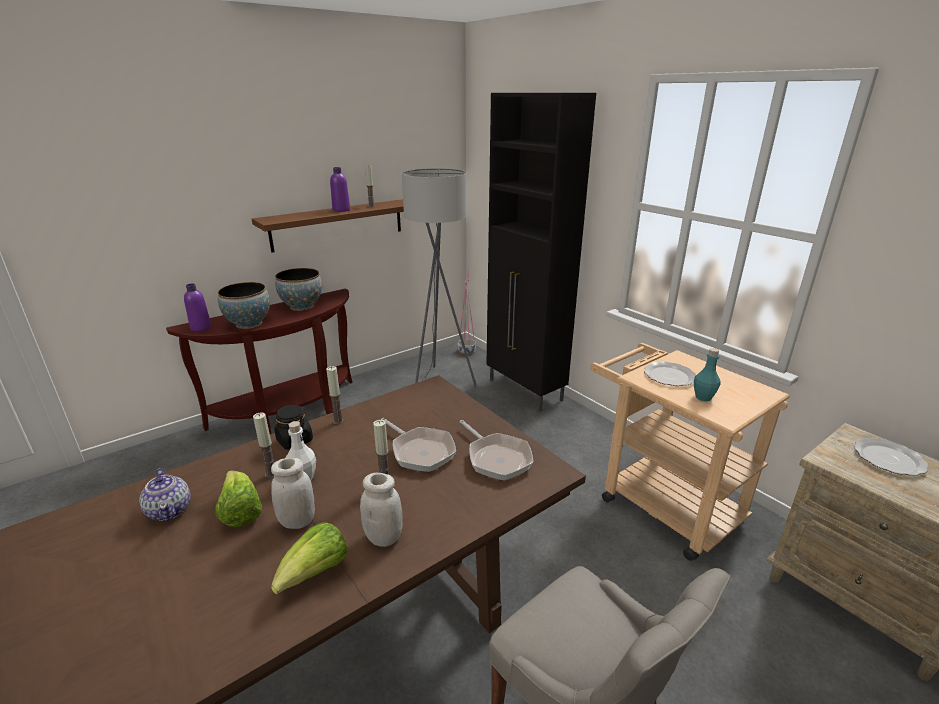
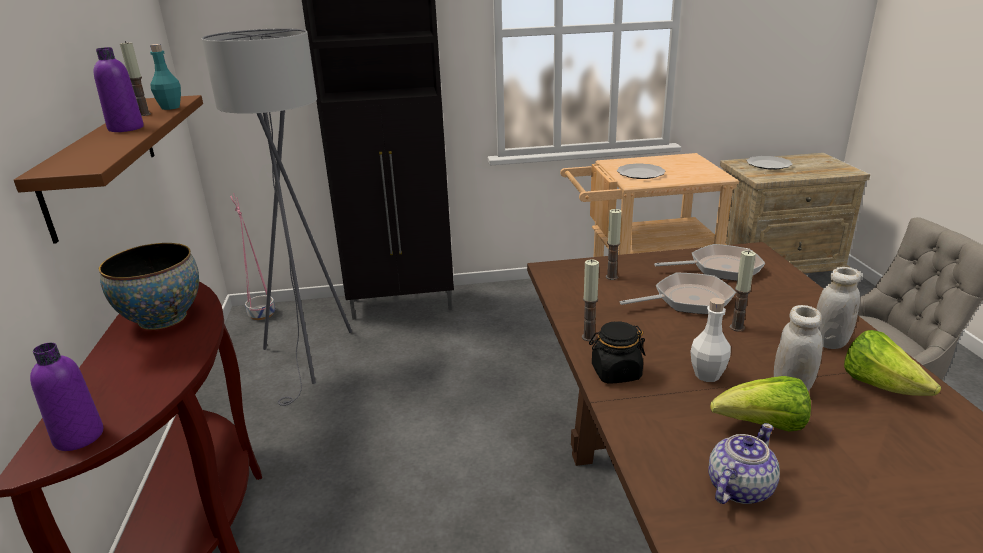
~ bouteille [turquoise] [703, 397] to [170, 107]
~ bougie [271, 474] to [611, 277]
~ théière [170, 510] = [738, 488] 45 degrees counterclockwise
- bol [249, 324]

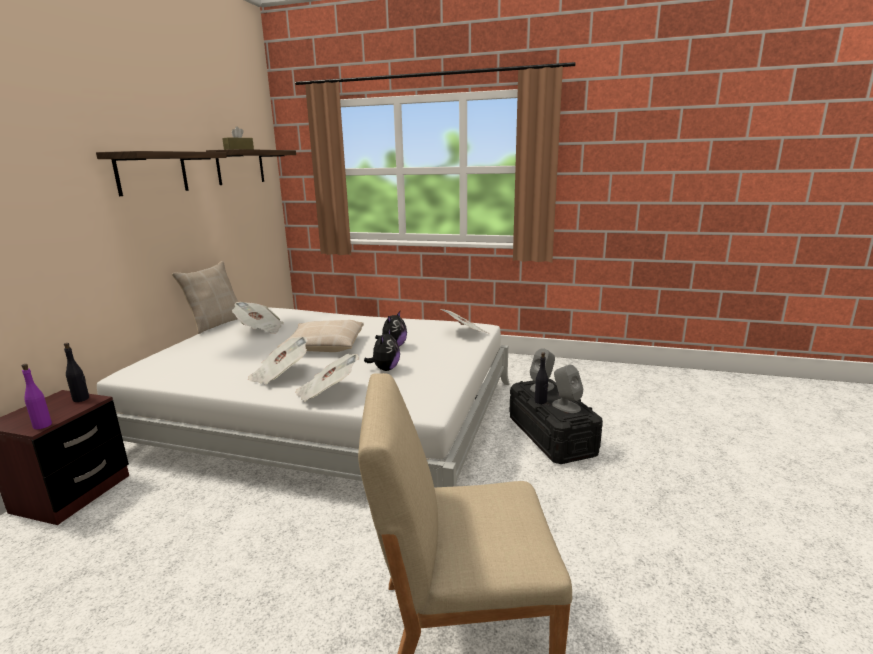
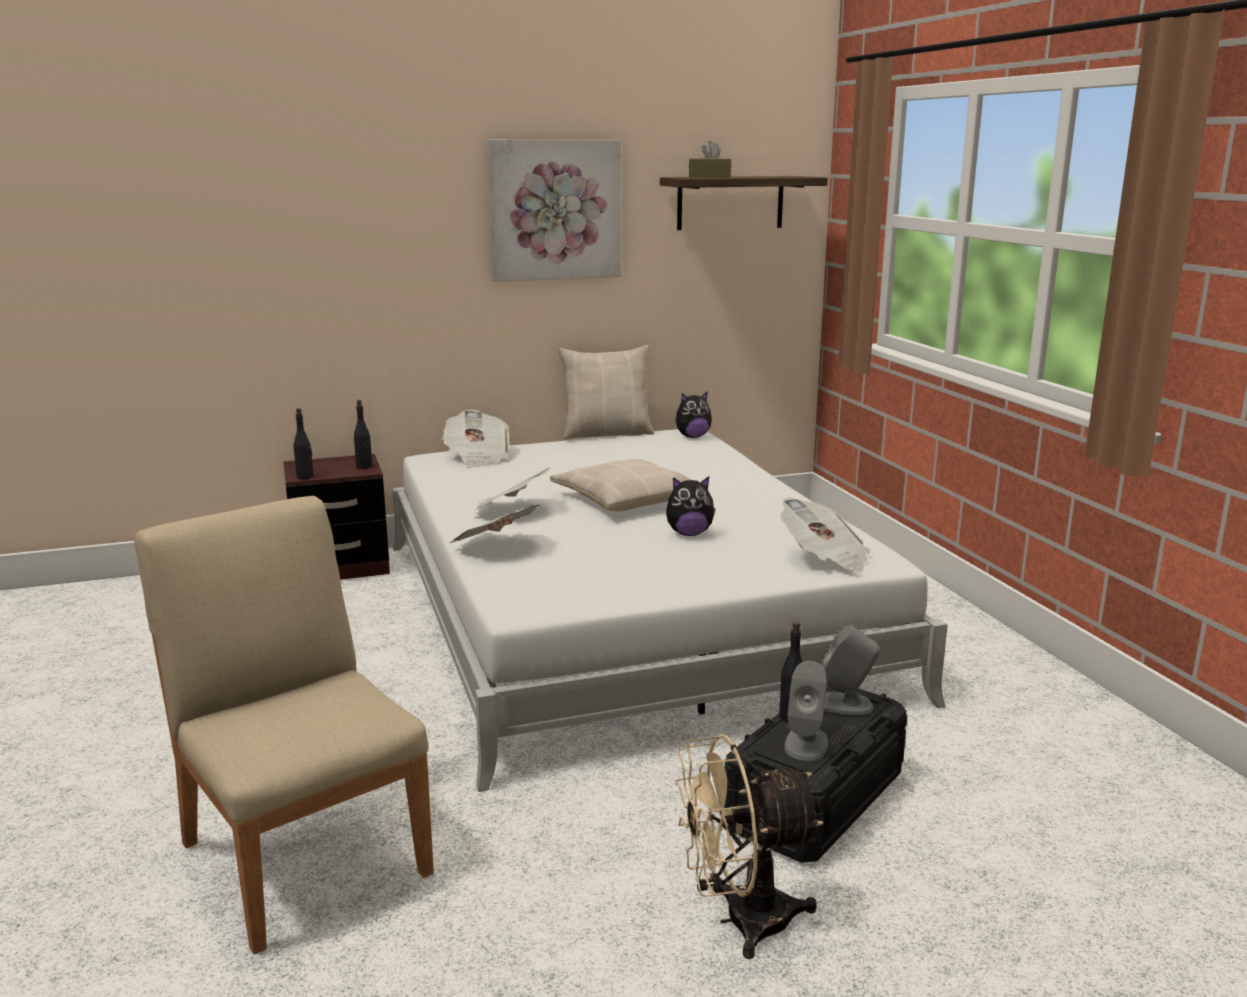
~ bouteille [violet] [42, 425] to bouteille [noir] [305, 477]
~ journal [260, 329] to [477, 457]
~ étagère [152, 173] to tableau [554, 210]
+ ventilateur [beige] [740, 920]
~ peluche [385, 369] to [692, 437]

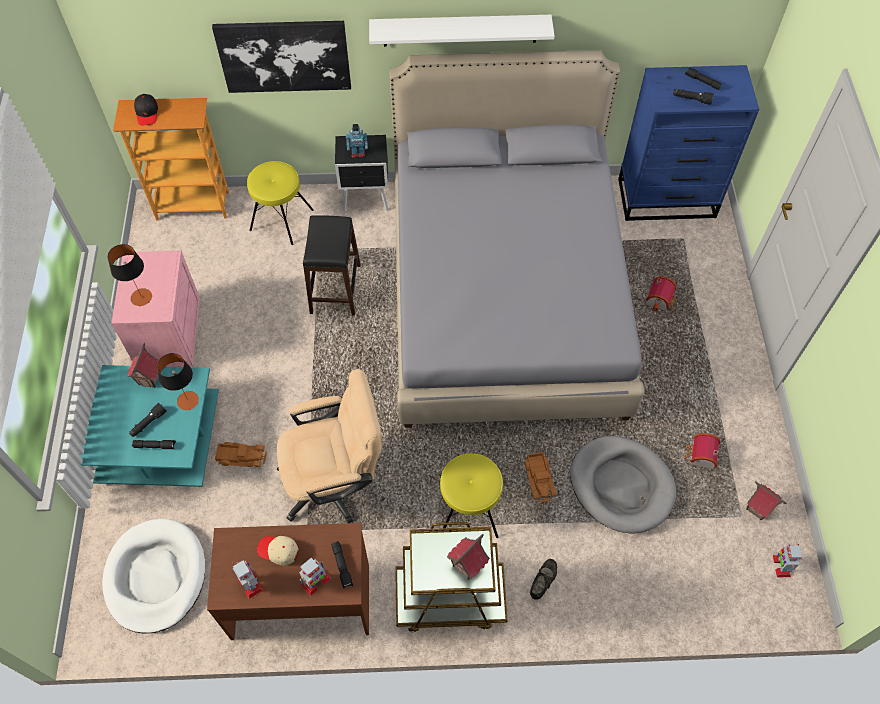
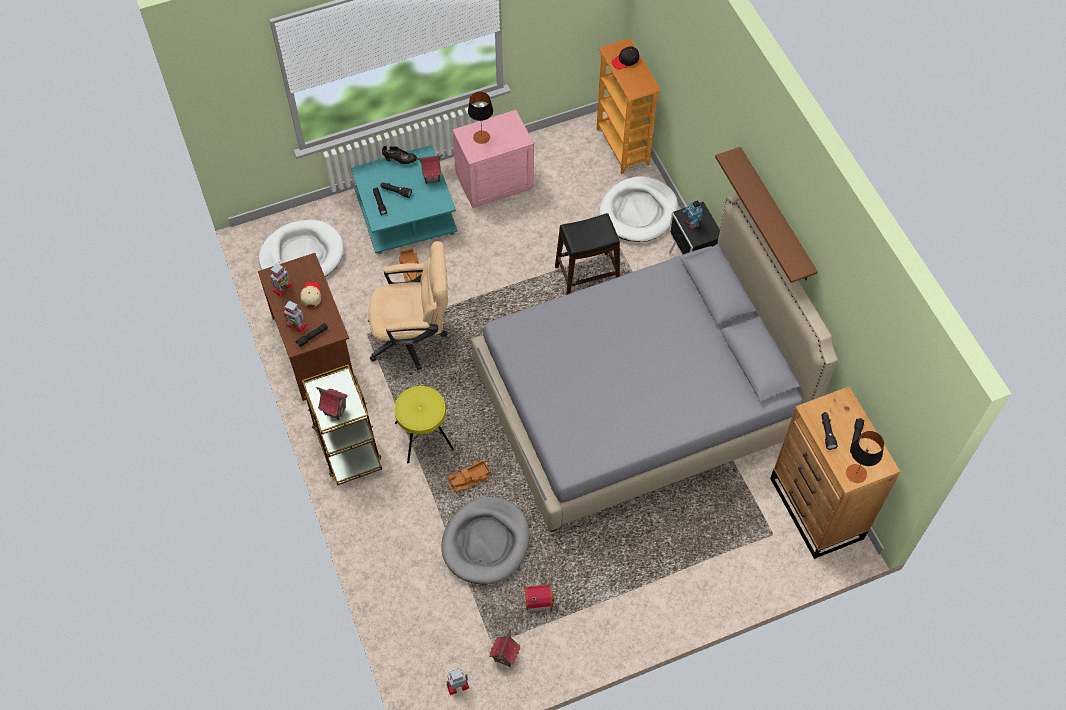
~ chaise de bureau [beige] [336, 481] = [414, 338] 60 degrees counterclockwise
~ chaussure [noir] [542, 582] to [400, 160]
~ tabouret [jaune] [281, 219] to panier pour chien [blanc] [638, 212]
~ étagère [blanc] [460, 30] to étagère [marron] [775, 216]
~ commode [bleu] [667, 198] to commode [marron] [816, 509]
~ lampe de table [188, 400] to [856, 474]
- tableau [284, 56]
- maison miniature [660, 300]

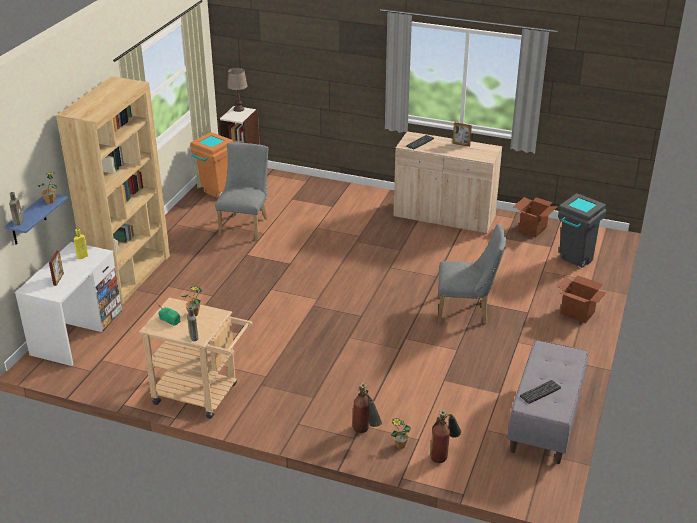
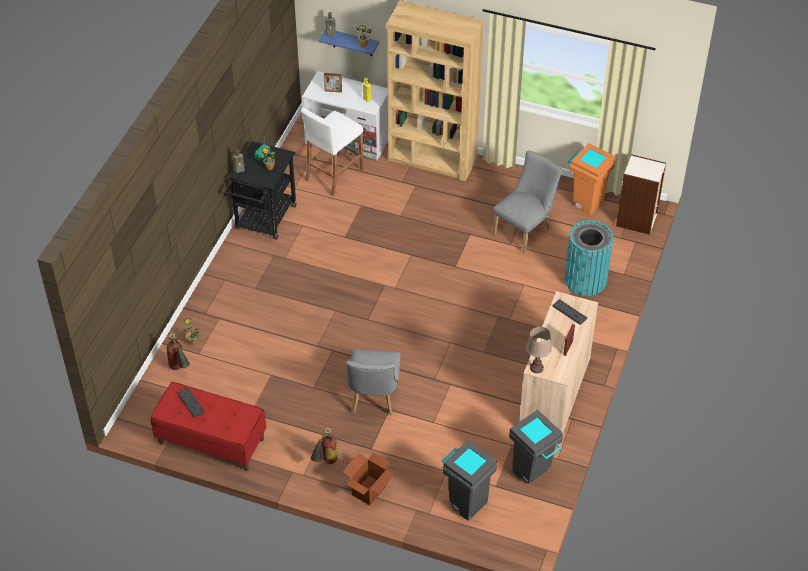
~ banc [gris] [545, 421] to banc [rouge] [211, 441]
~ chariot [beige] [202, 395] to chariot [noir] [263, 221]
+ tabouret [blanc] [334, 174]
~ extincteur [365, 432] to [325, 462]
~ chaise [gris] [246, 225] = [525, 230] 60 degrees counterclockwise
~ carton [532, 229] to poubelle [gris] [533, 473]
~ lampe de table [marron] [239, 109] to [536, 368]
+ poubelle [turquoise] [585, 280]

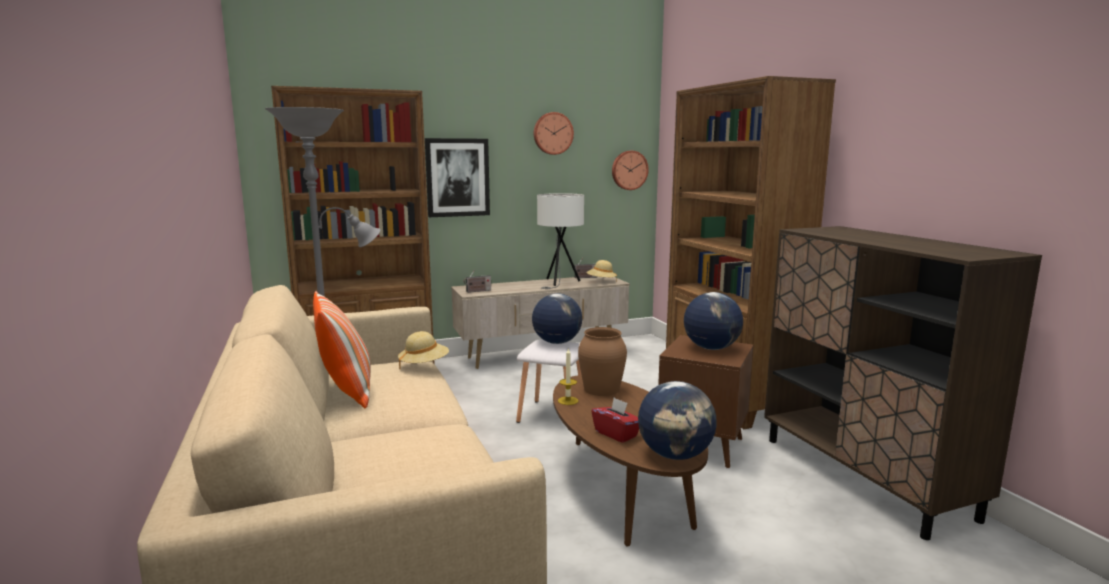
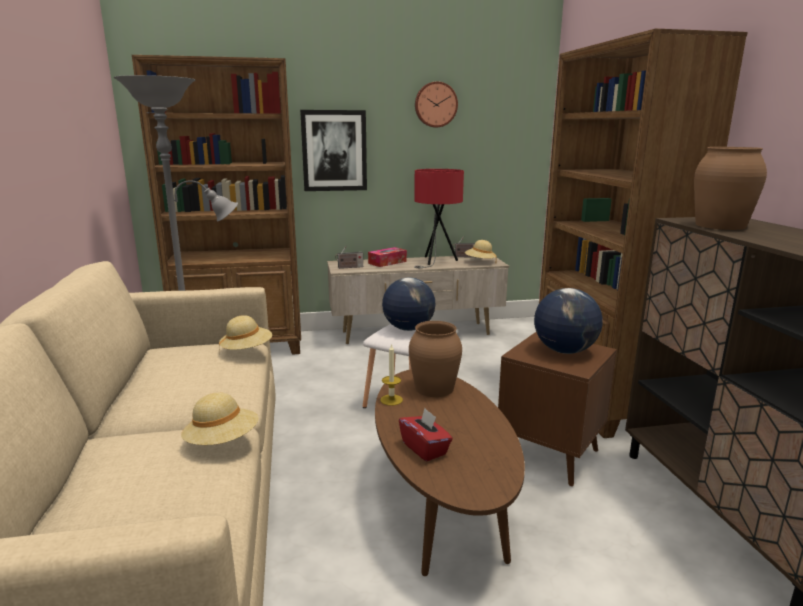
+ chapeau [beige] [222, 442]
+ boîte à mouchoirs [387, 262]
~ lampe de table [blanc] [559, 283] to lampe de table [rouge] [435, 262]
+ vase [marron] [720, 225]
- coussin [346, 392]
- horloge murale [629, 170]
- globe [675, 455]

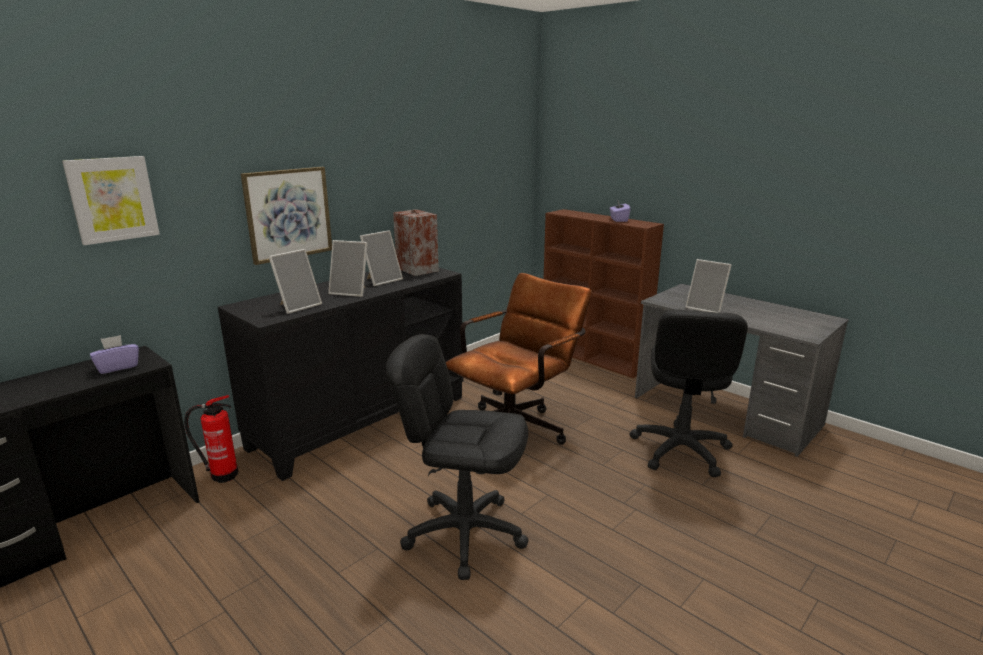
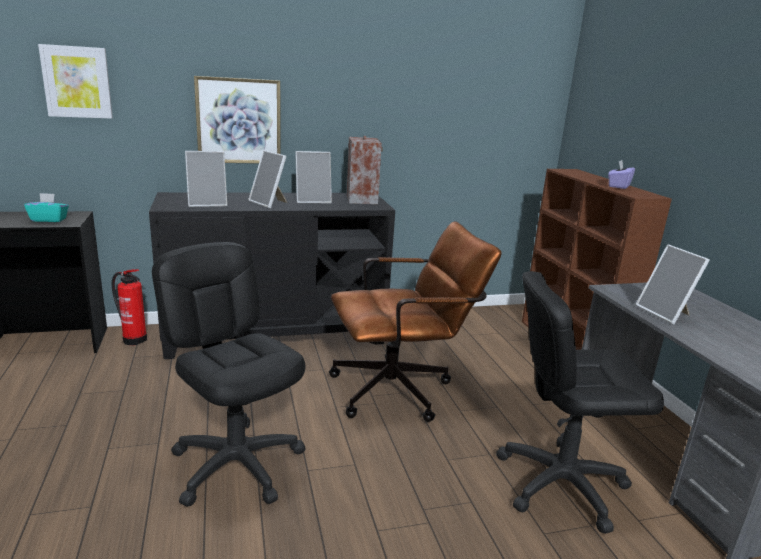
~ boîte à mouchoirs [violet] [118, 367] to boîte à mouchoirs [turquoise] [49, 219]
~ chaise de bureau [noir] [680, 450] = [560, 483] 45 degrees clockwise

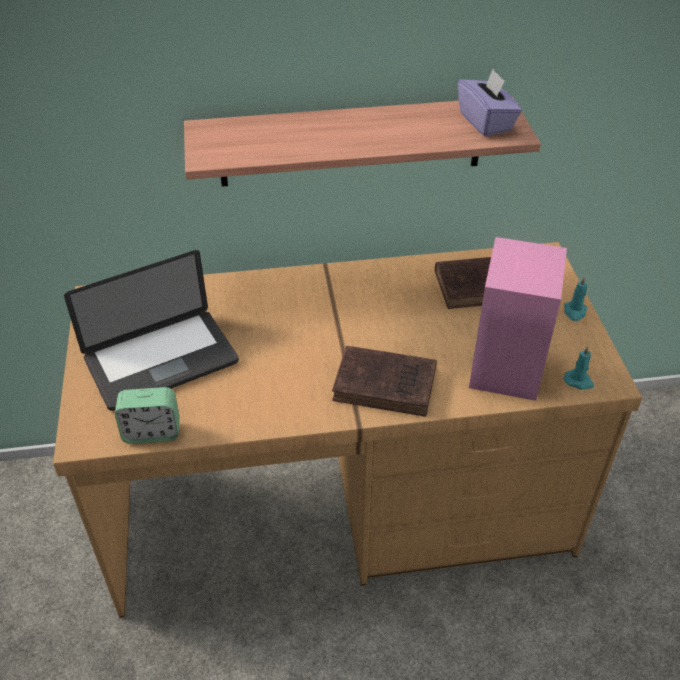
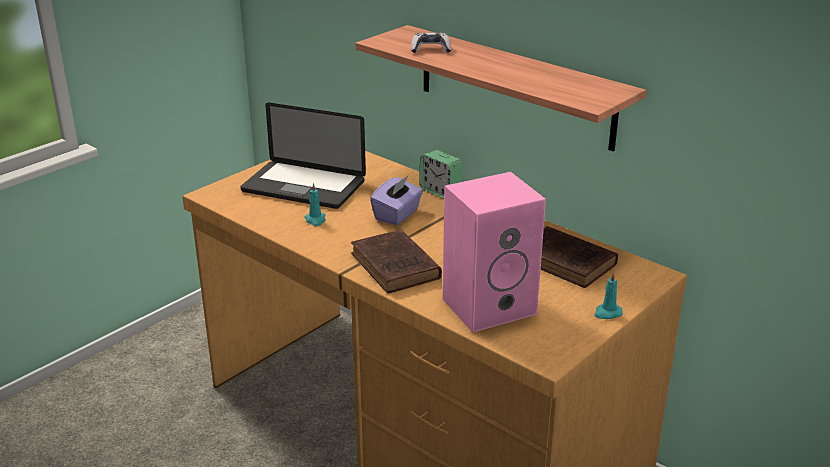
~ bougie [turquoise] [579, 381] to [315, 220]
~ boîte à mouchoirs [violet] [486, 122] to [397, 214]
+ manette [430, 49]
~ réveil [152, 432] to [440, 191]

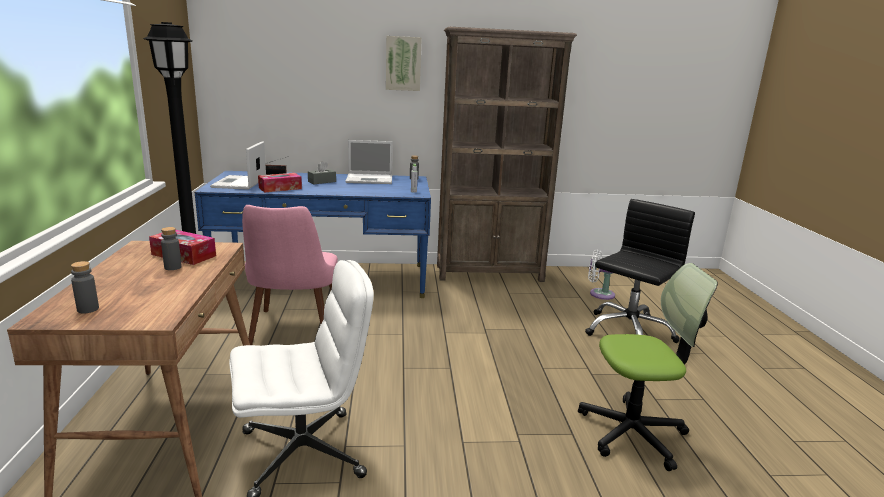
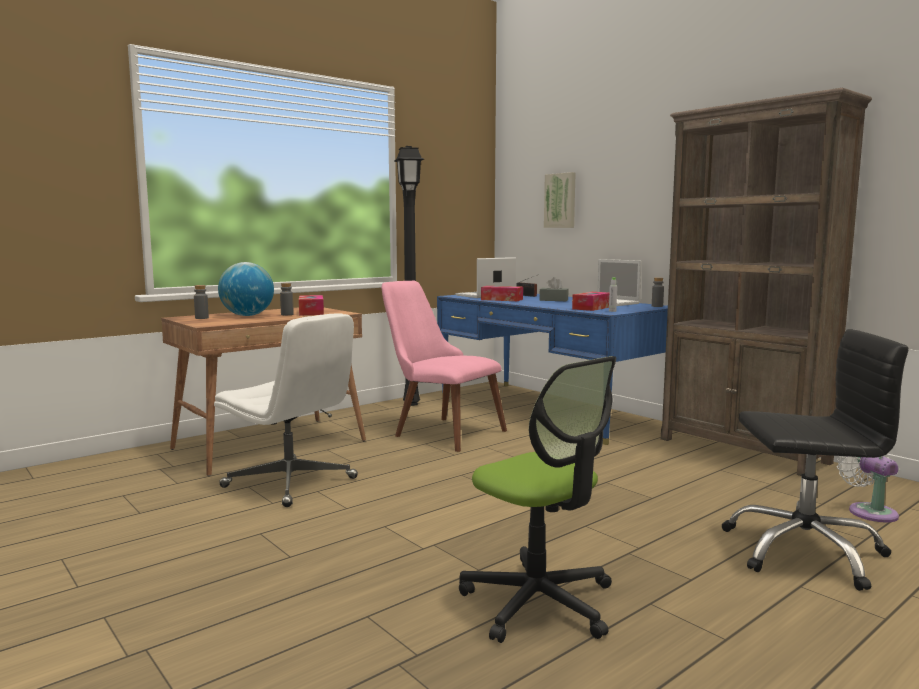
+ globe [247, 316]
~ chaise [rose] [293, 334] = [439, 431] 75 degrees clockwise
~ tableau [403, 63] to [561, 200]
+ boîte à mouchoirs [592, 308]

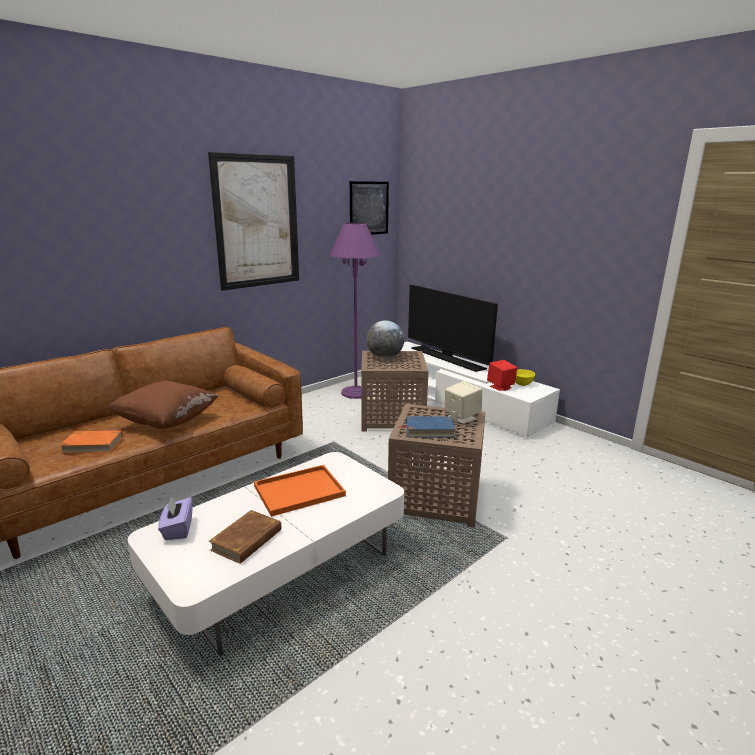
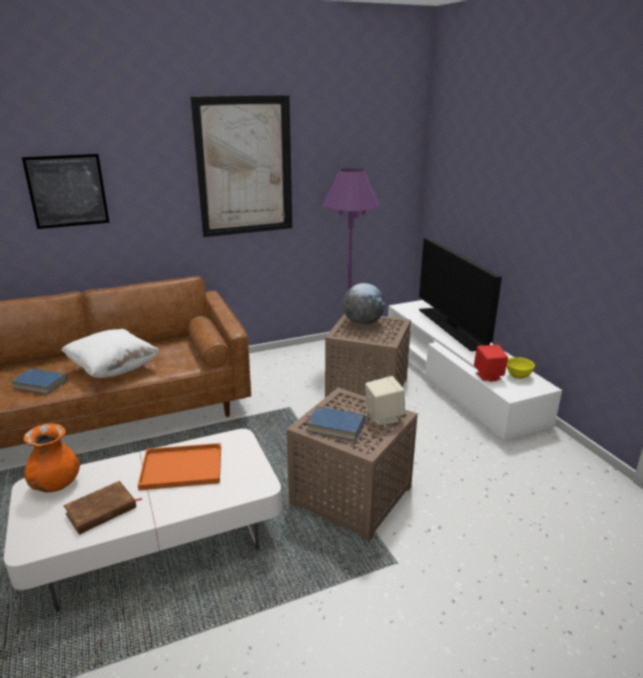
~ livre [orange] [92, 445] to livre [bleu] [40, 384]
~ tableau [369, 208] to [67, 191]
~ boîte à mouchoirs [violet] [178, 529] to vase [orange] [56, 485]
~ coussin [marron] [167, 422] to coussin [blanc] [113, 369]

